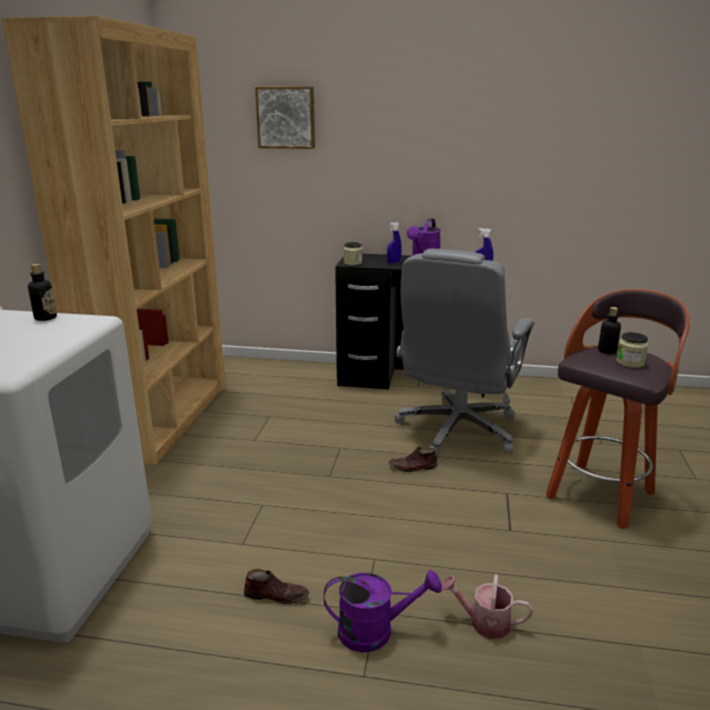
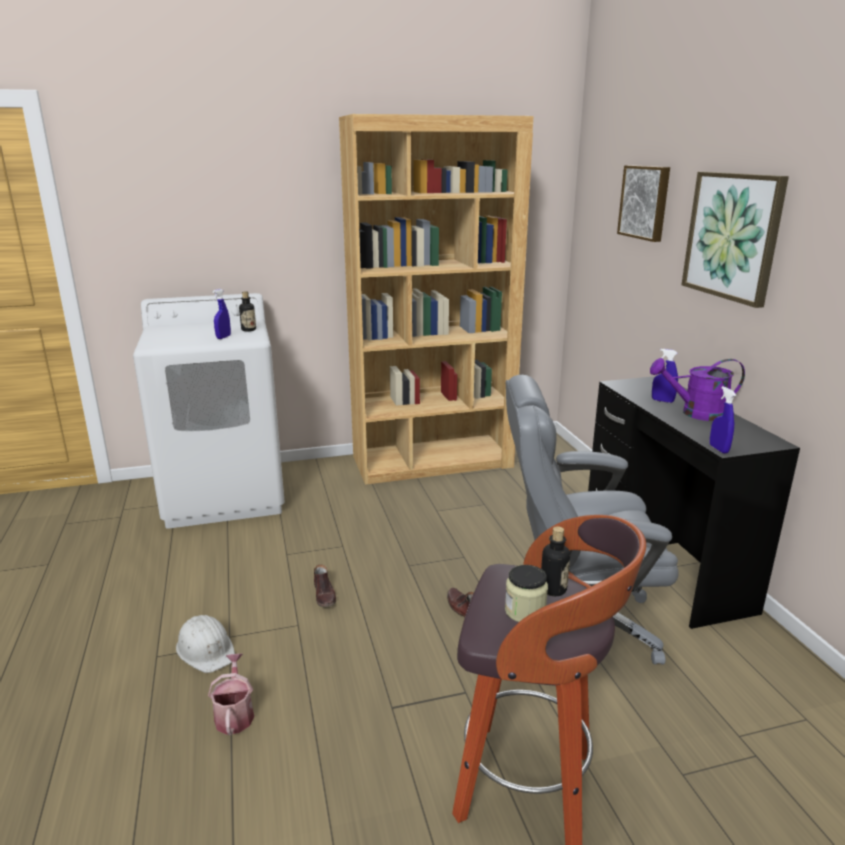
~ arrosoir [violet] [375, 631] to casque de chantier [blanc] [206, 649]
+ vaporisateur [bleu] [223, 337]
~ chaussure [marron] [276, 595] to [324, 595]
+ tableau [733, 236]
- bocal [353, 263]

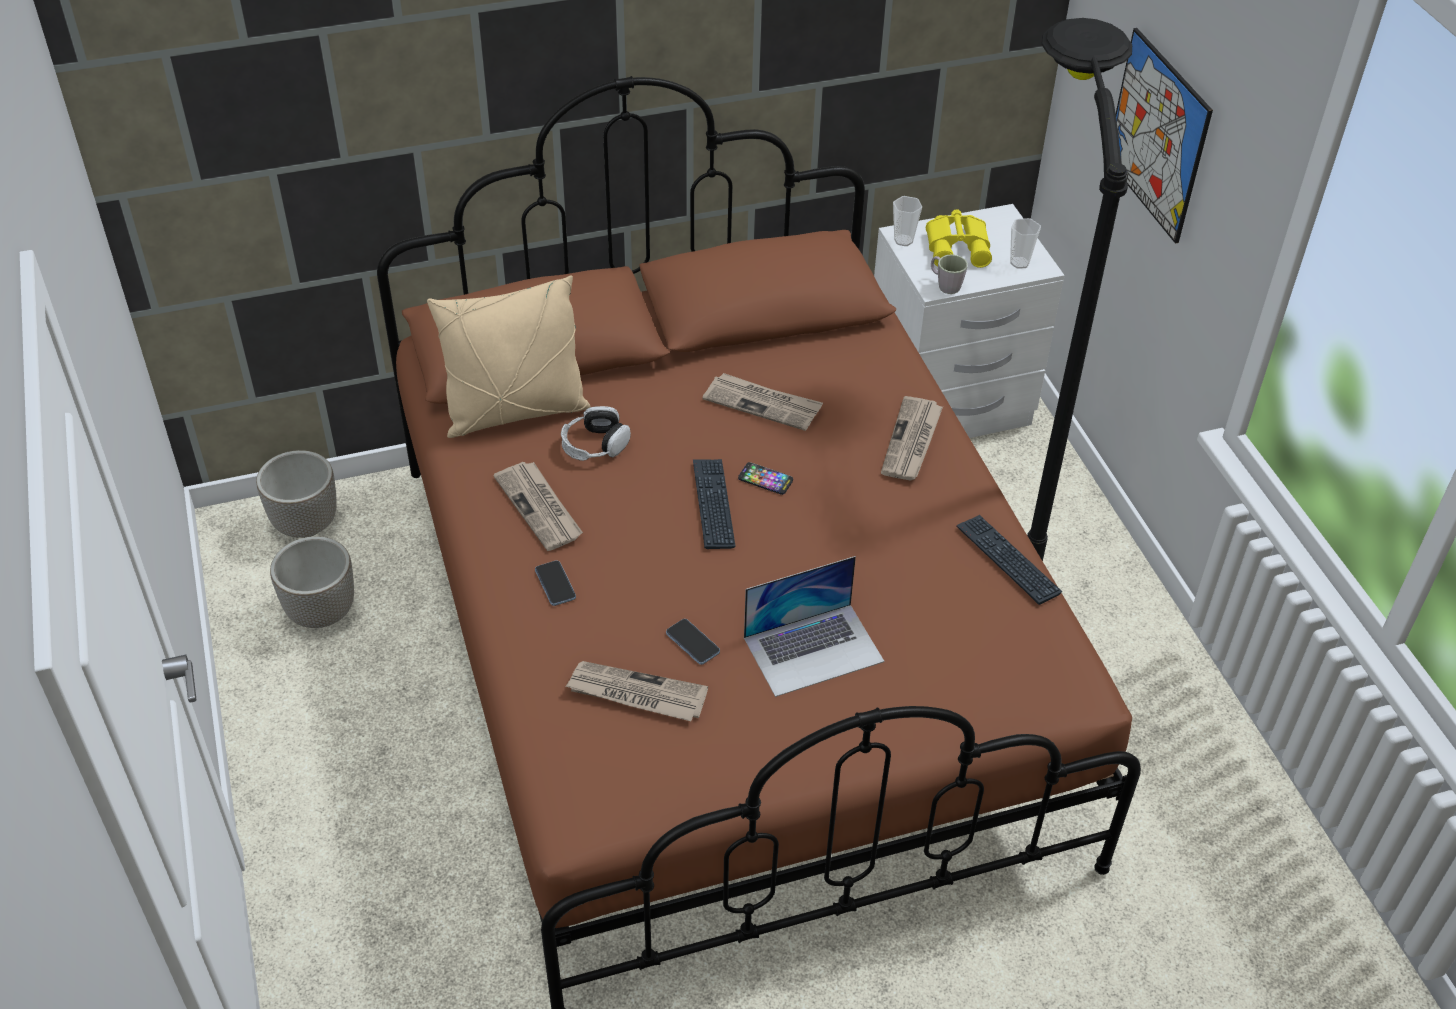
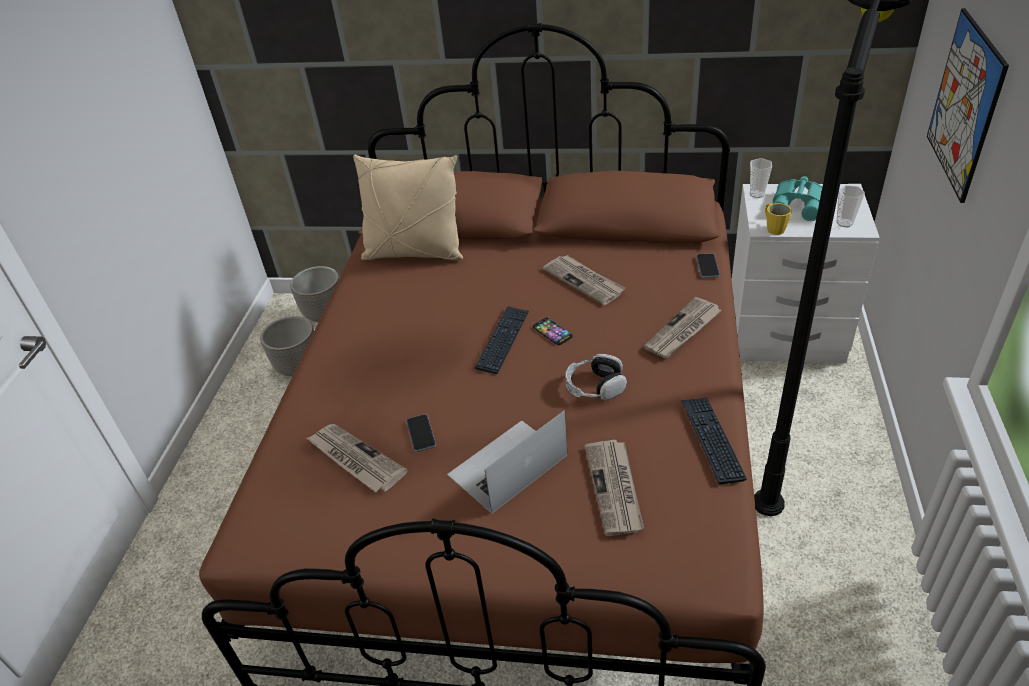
~ ordinateur portable [813, 649] = [507, 465] 135 degrees clockwise
~ casque audio [595, 445] to [595, 386]
~ journal [540, 508] to [615, 489]
~ téléphone [555, 584] to [707, 267]
~ mug [gris] [945, 285] to mug [jaune] [773, 228]
~ jumelles [jaune] [959, 246] to jumelles [turquoise] [799, 205]

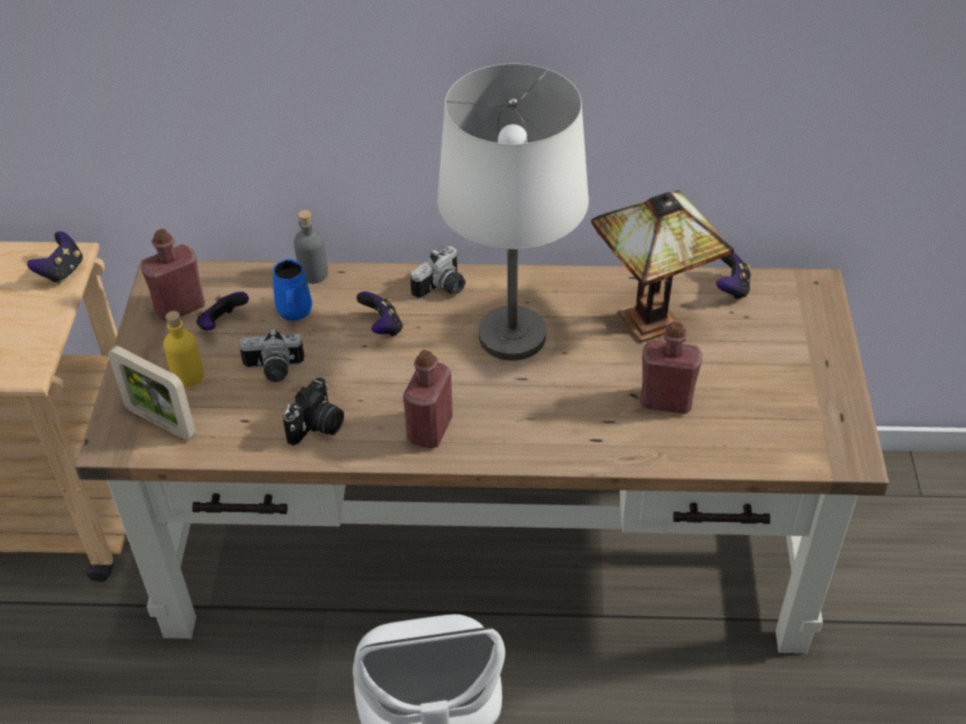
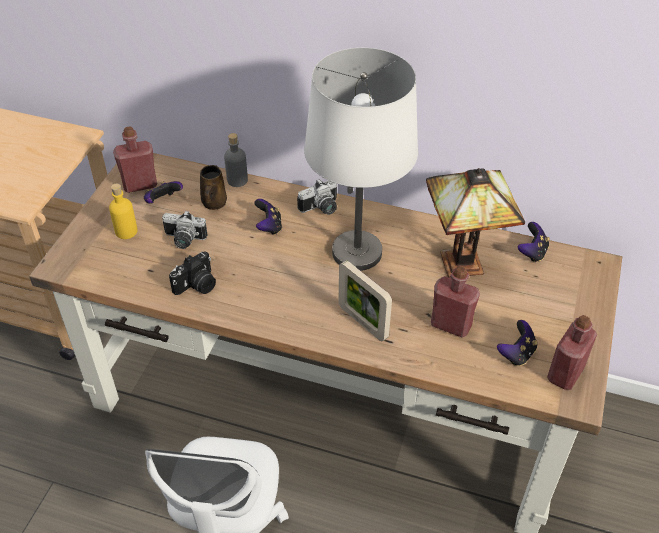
~ mug [bleu] [294, 312] to mug [marron] [213, 203]
~ cadre photo [160, 422] to [363, 322]
~ manette [62, 272] to [516, 354]
~ bouteille [rouge] [430, 429] to [565, 374]

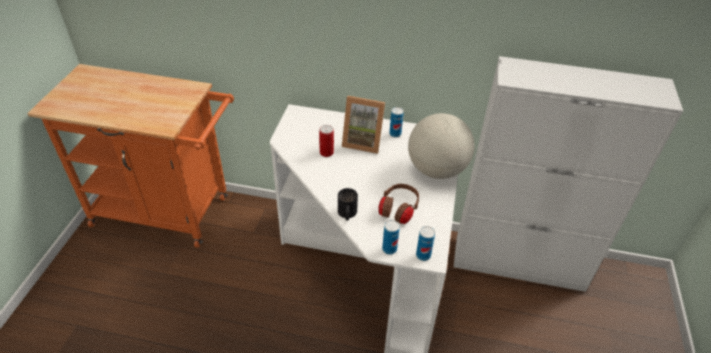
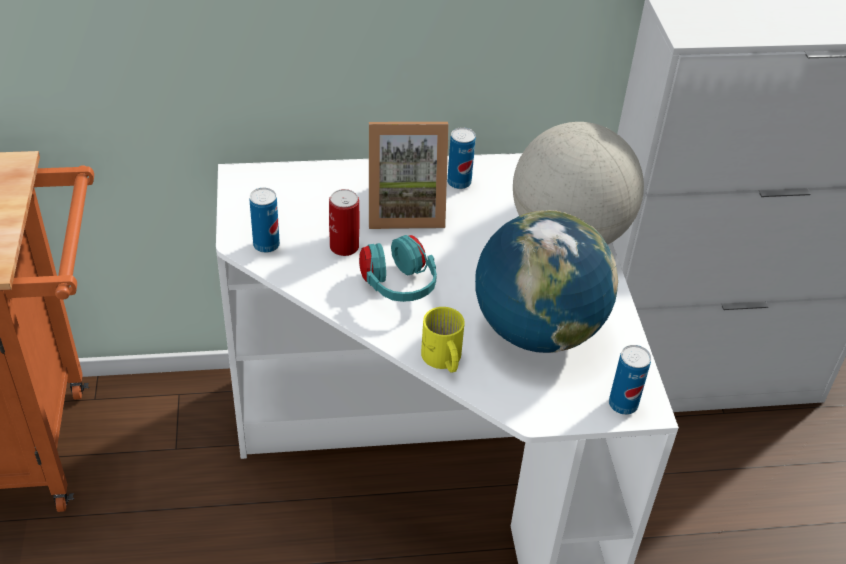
~ boîte métallique [389, 249] to [266, 245]
+ casque audio [turquoise] [398, 287]
~ mug [noir] [346, 214] to mug [jaune] [442, 360]
~ casque audio [marron] [398, 211] to globe [537, 331]

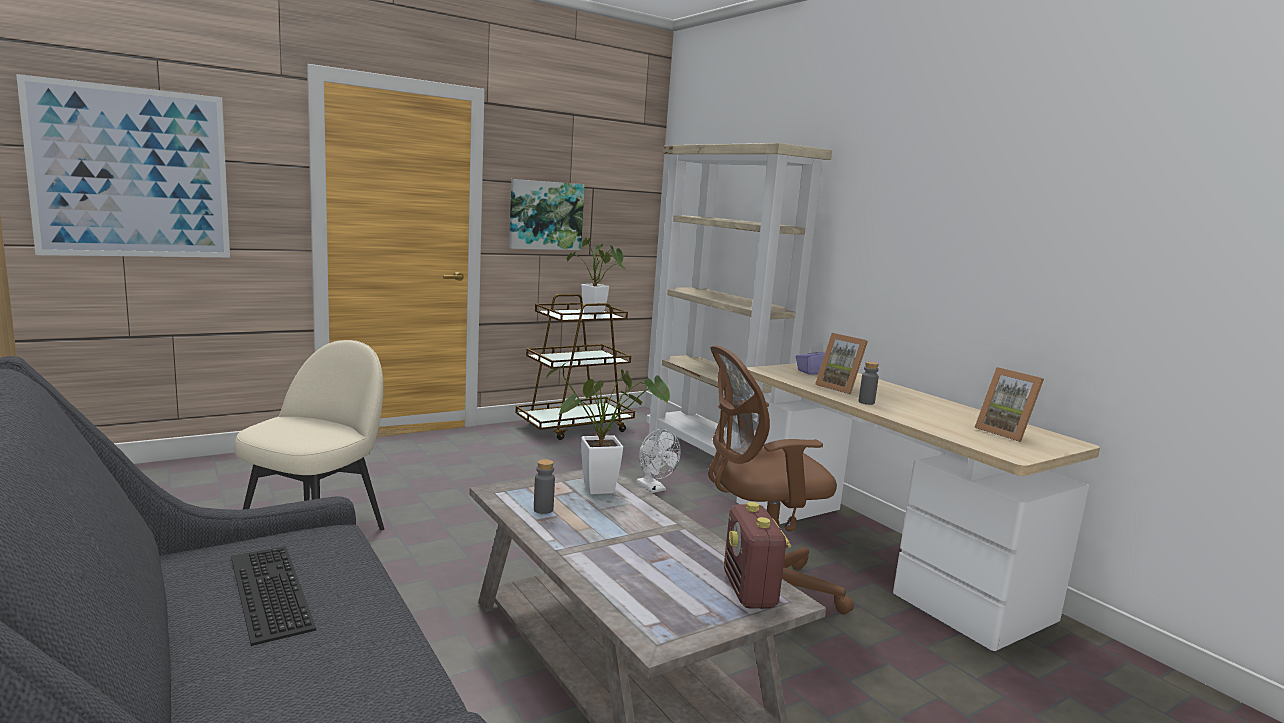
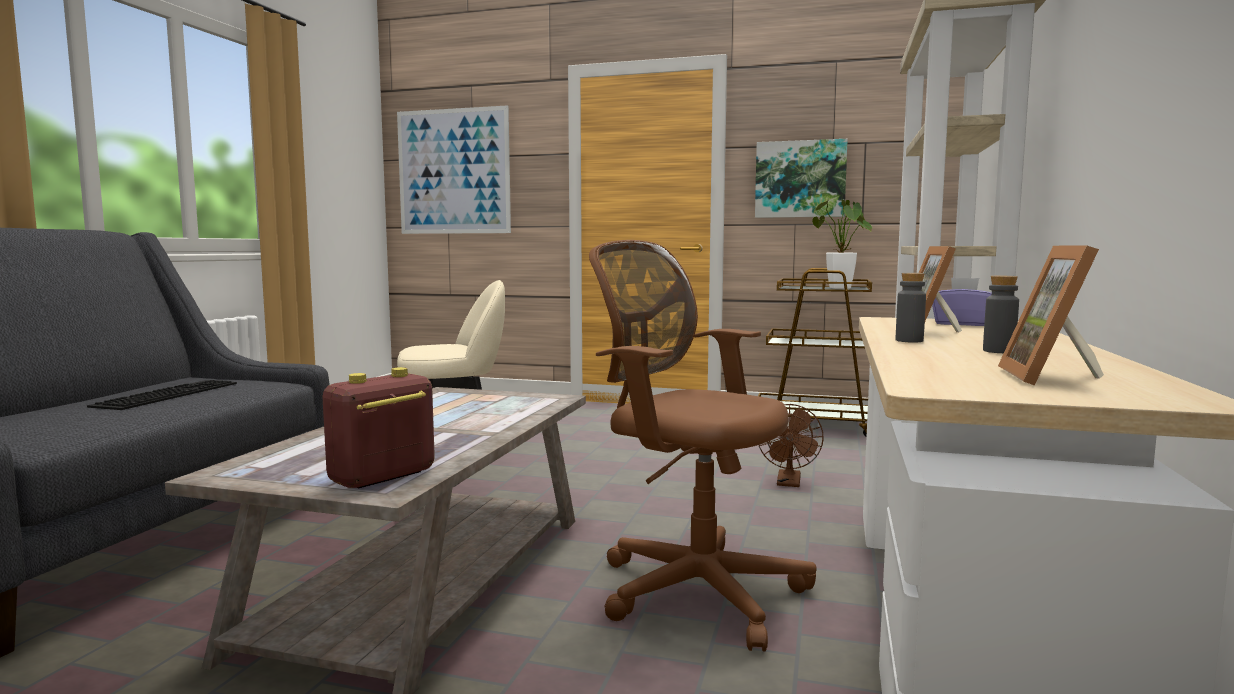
~ ventilateur [blanc] [654, 488] to ventilateur [marron] [789, 483]
~ bouteille [gris] [543, 509] to [998, 351]
- plante en pot [607, 489]

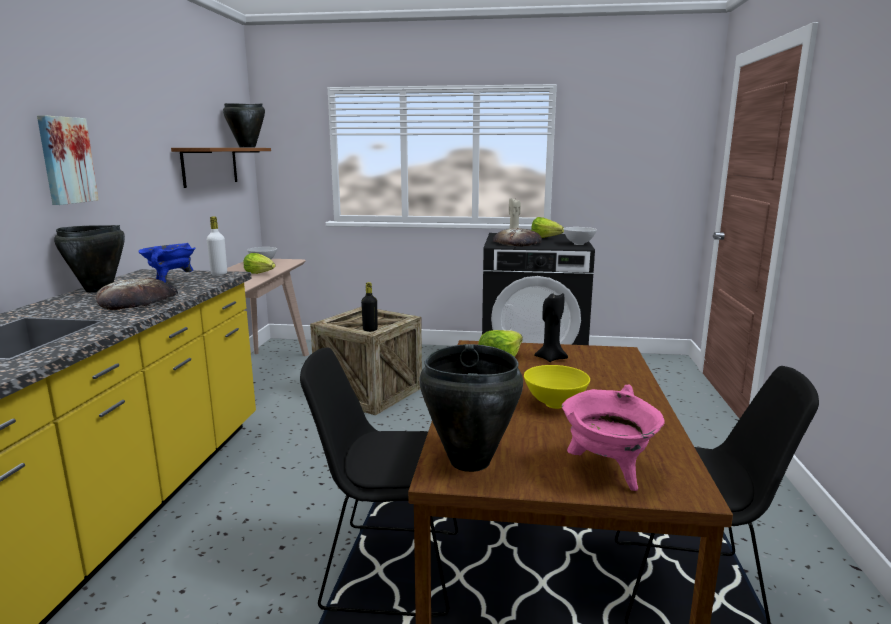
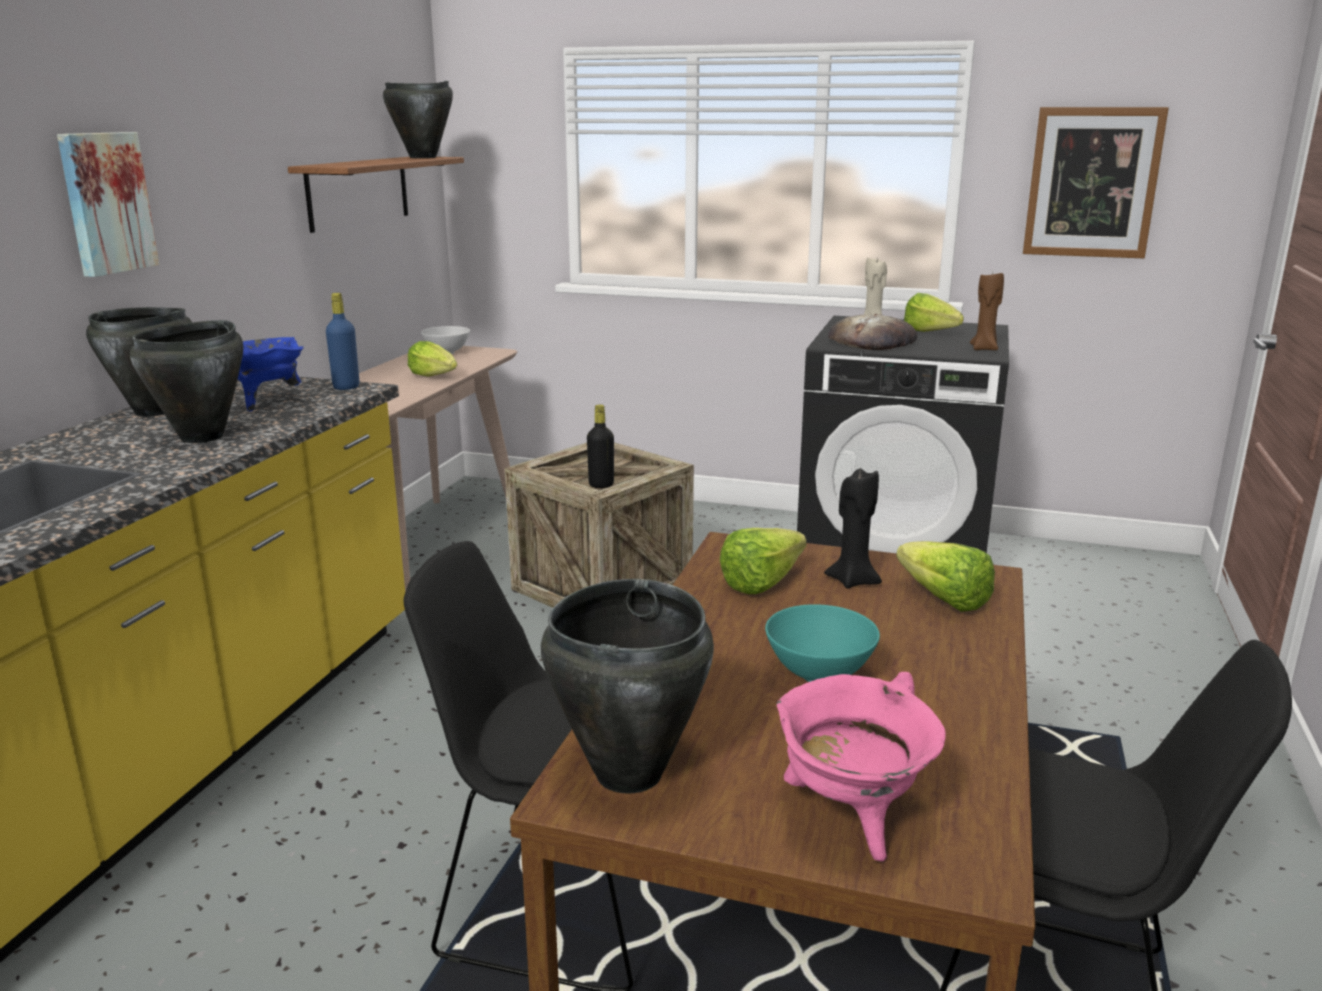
~ pain [138, 301] to marmite [noir] [203, 437]
~ bouteille [blanc] [219, 274] to bouteille [bleu] [346, 387]
~ bol [jaune] [554, 404] to bol [turquoise] [818, 675]
+ laitue [938, 596]
~ bol [blanc] [578, 244] to bougie [marron] [984, 349]
+ tableau [1092, 183]

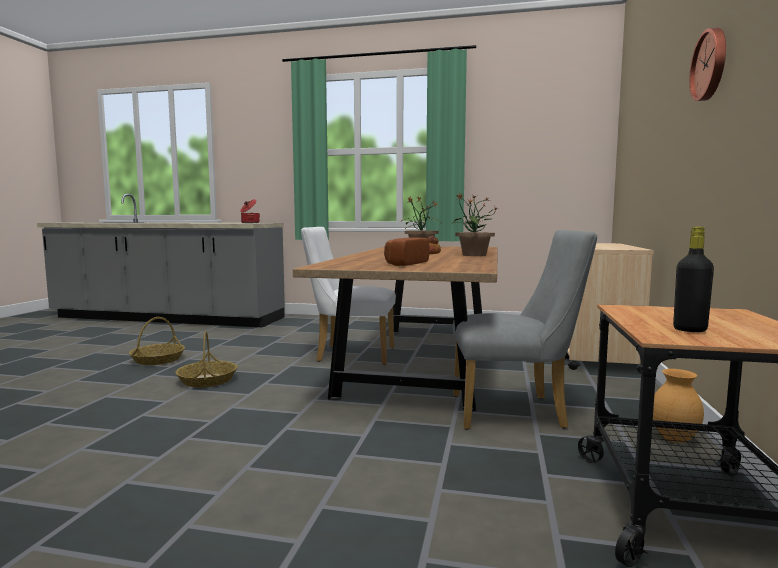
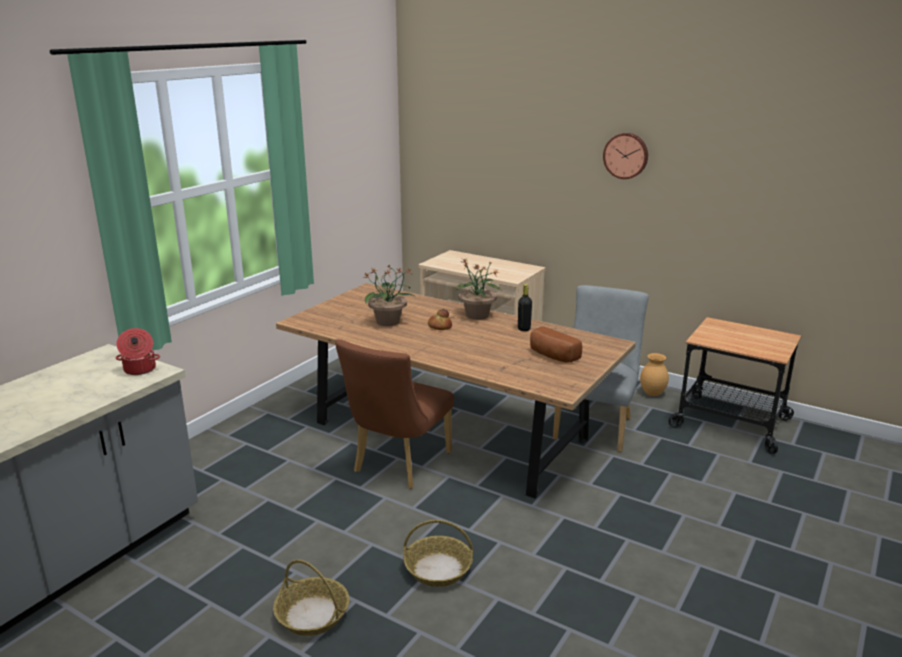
~ chaise [blanc] [350, 354] to chaise [marron] [398, 465]
~ bouteille [noir] [690, 330] to [524, 329]

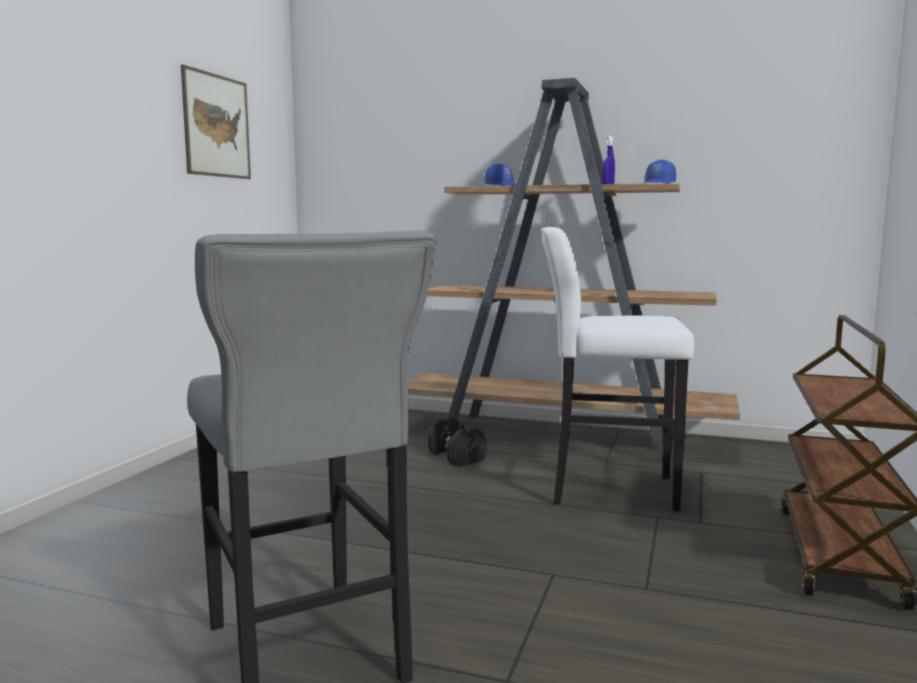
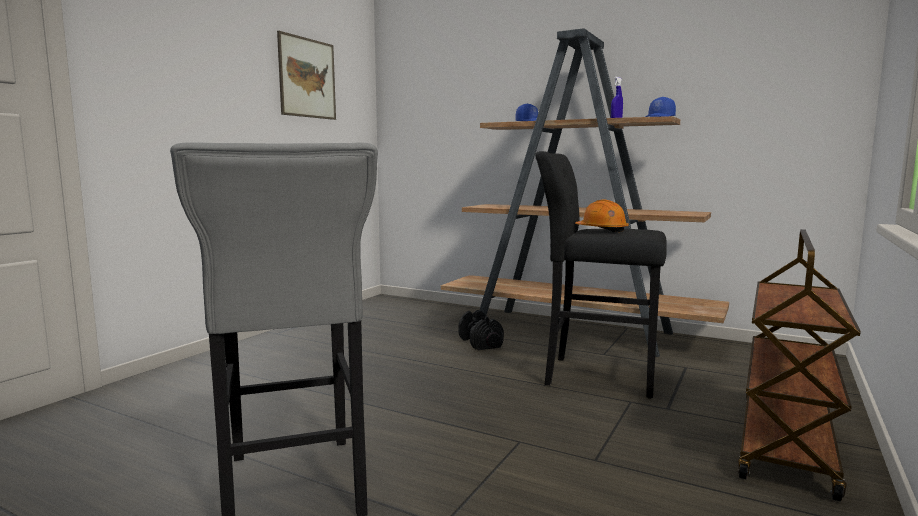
~ tabouret [blanc] [605, 489] to tabouret [noir] [594, 376]
+ casque de chantier [orange] [601, 230]

